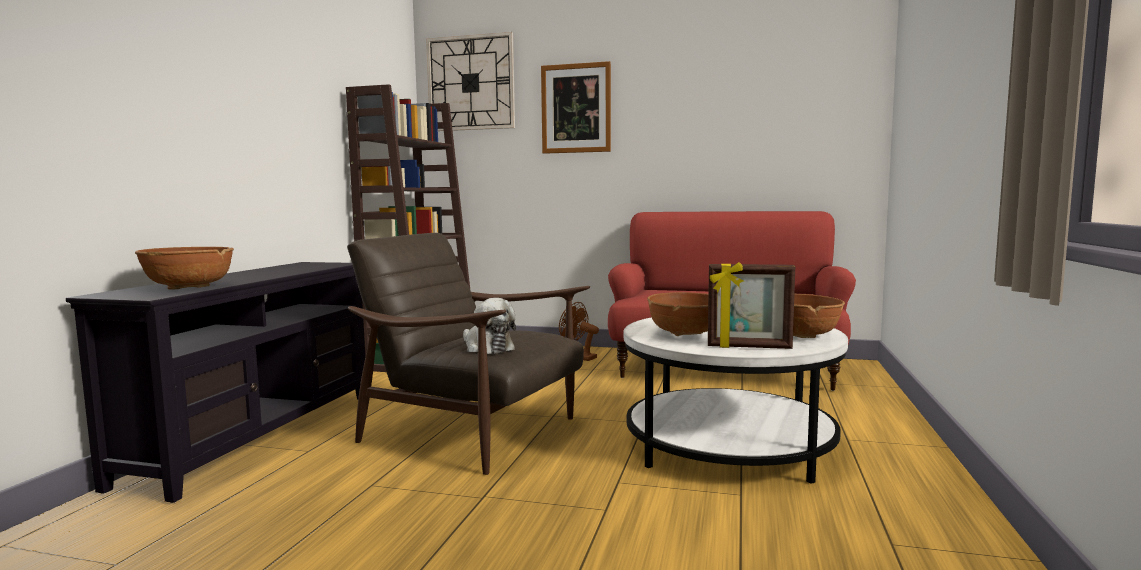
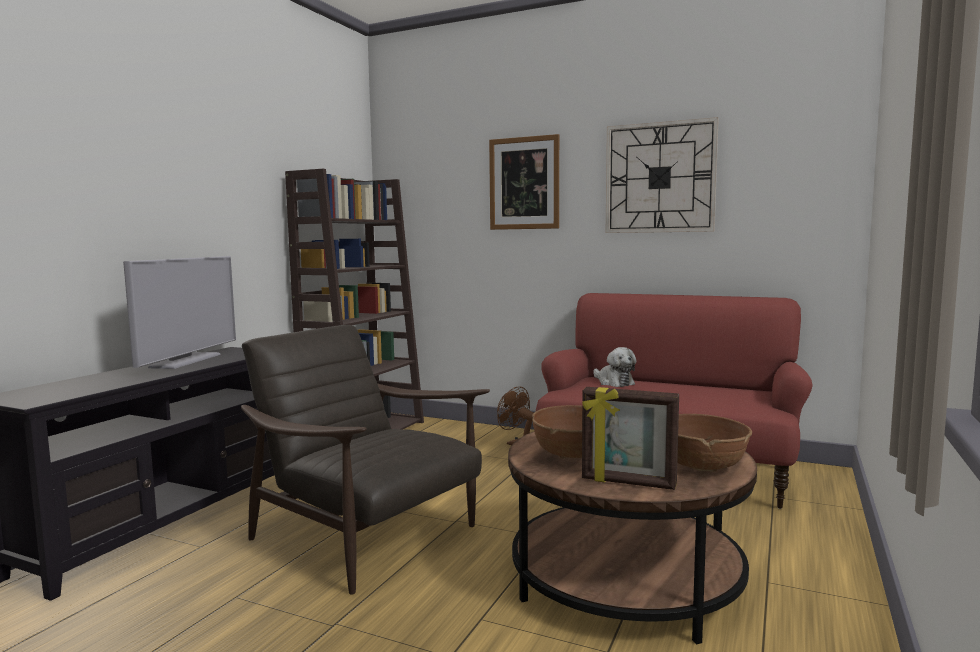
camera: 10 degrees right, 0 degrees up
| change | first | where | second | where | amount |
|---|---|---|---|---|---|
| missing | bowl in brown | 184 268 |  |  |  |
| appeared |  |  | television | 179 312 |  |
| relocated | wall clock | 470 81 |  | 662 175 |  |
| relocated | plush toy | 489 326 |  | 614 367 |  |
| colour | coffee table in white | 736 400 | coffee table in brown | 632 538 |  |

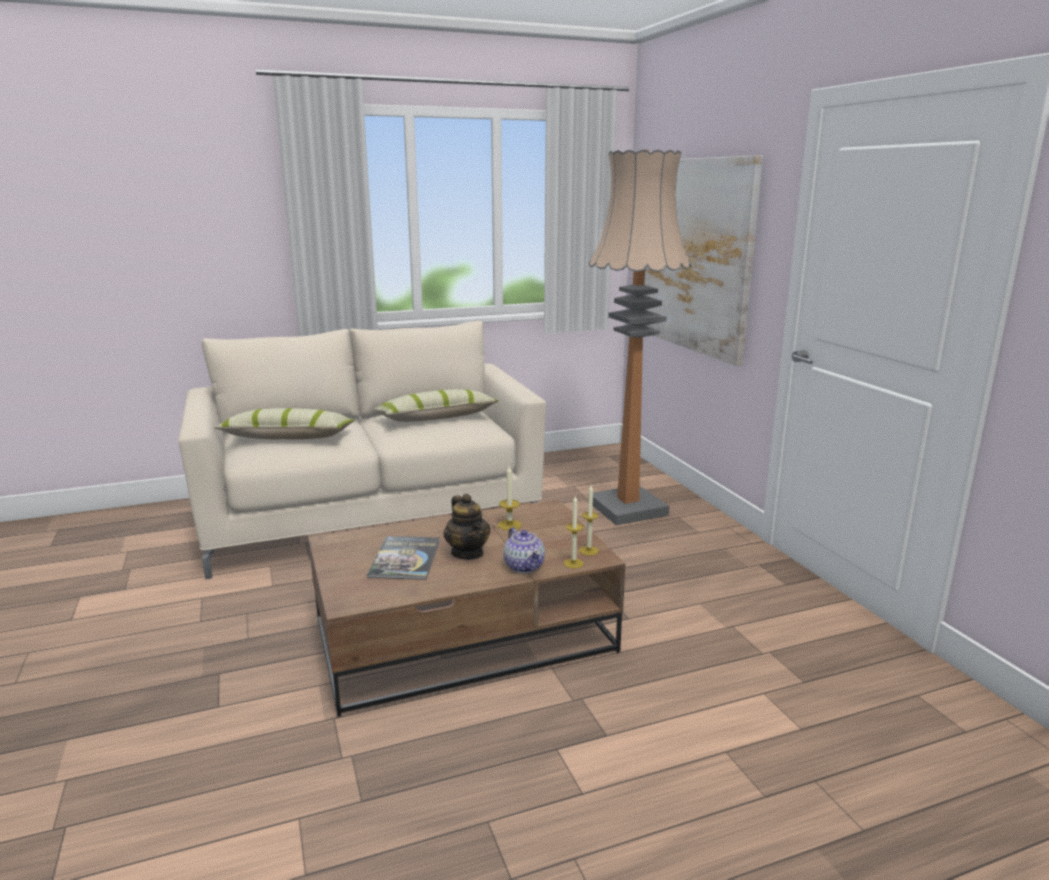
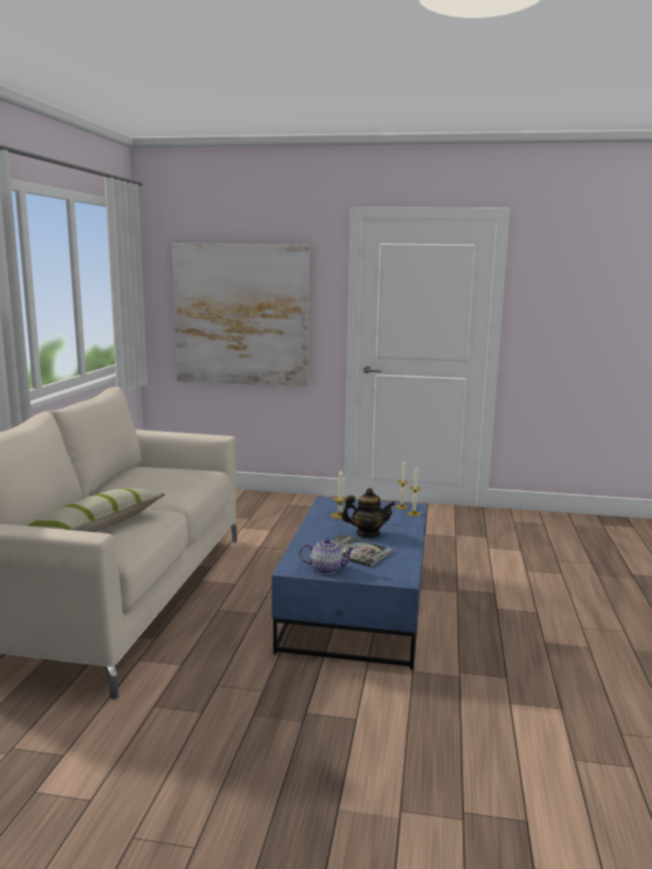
camera: 60 degrees left, 5 degrees down
| change | first | where | second | where | amount |
|---|---|---|---|---|---|
| missing | pillow | 436 405 |  |  |  |
| missing | floor lamp | 640 337 |  |  |  |
| relocated | teapot | 524 550 |  | 327 556 |  |
| colour | coffee table in brown | 466 608 | coffee table in blue | 349 582 |  |

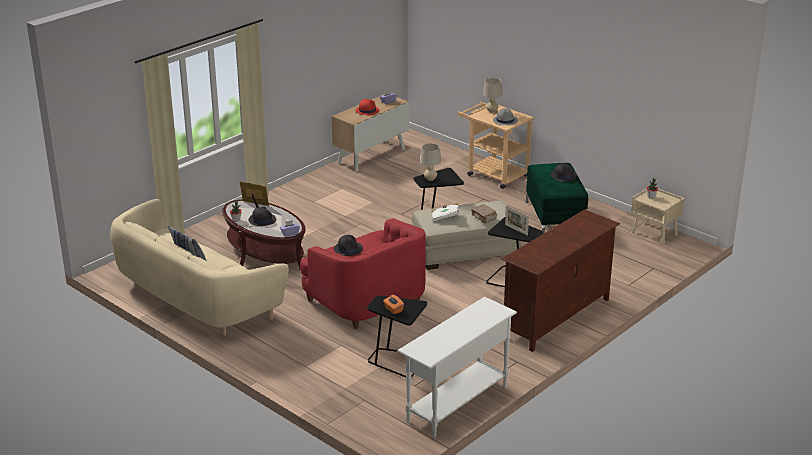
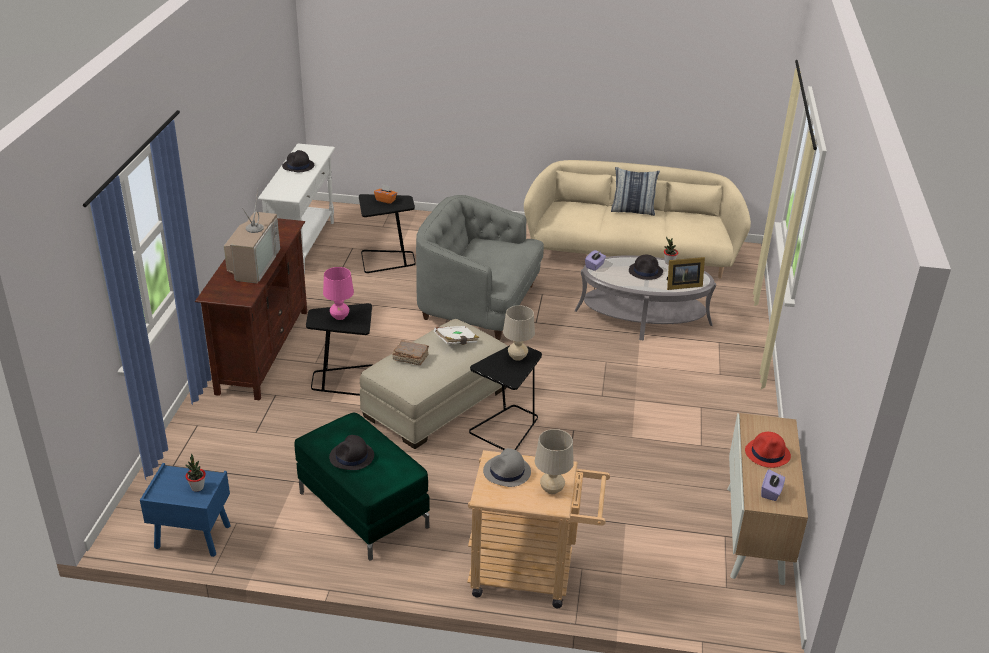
camera: 145 degrees right, 5 degrees up
| change | first | where | second | where | amount |
|---|---|---|---|---|---|
| appeared |  |  | television | 252 236 |  |
| relocated | hat in black | 348 245 |  | 298 161 |  |
| exchanged | picture frame | 517 221 | table lamp in pink | 338 293 |  |
| colour | coffee table in brown | 264 235 | coffee table in grey | 645 298 |  |
| colour | armchair in red | 363 273 | armchair in grey | 480 268 |  |
| colour | nightstand in beige | 658 216 | nightstand in blue | 185 510 |  |

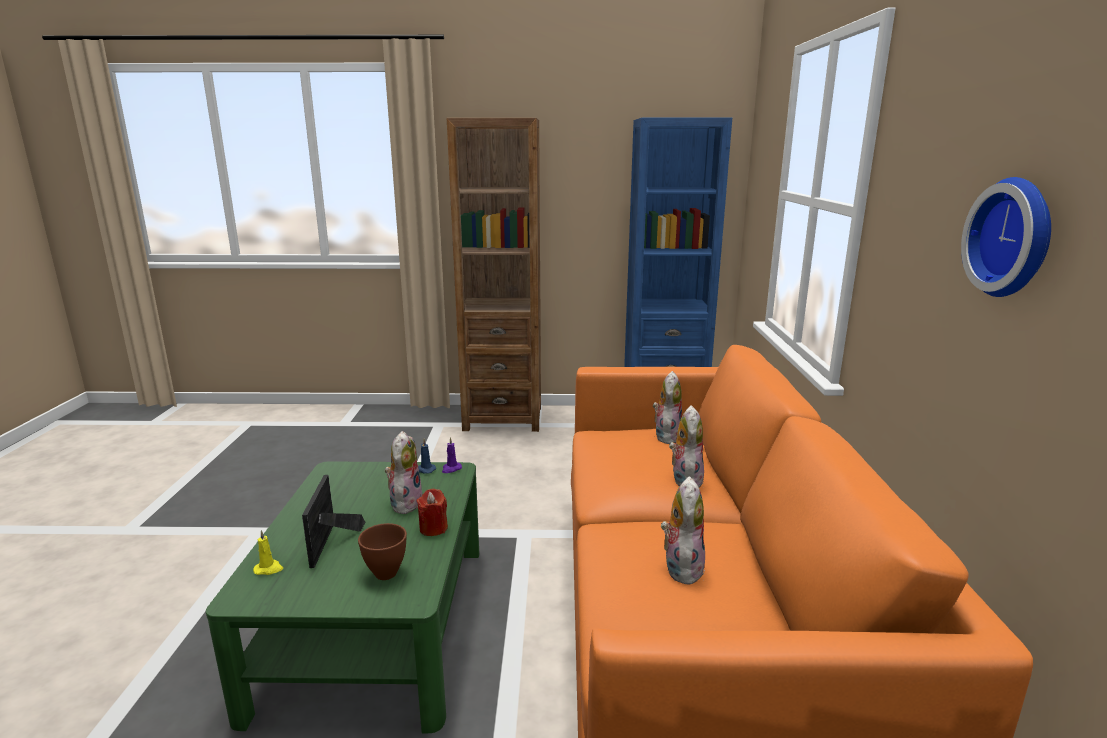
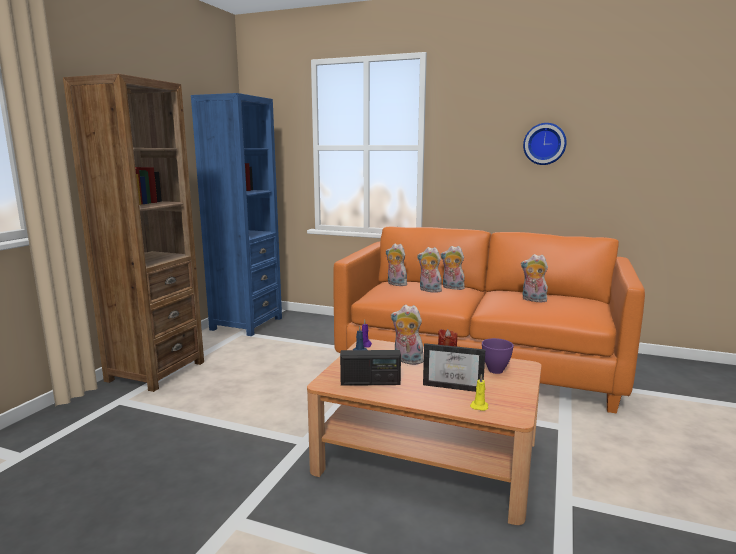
camera: 70 degrees left, 5 degrees down
| change | first | where | second | where | amount |
|---|---|---|---|---|---|
| appeared |  |  | radio | 370 368 |  |
| appeared |  |  | plush toy | 429 270 |  |
| colour | coffee table in green | 342 597 | coffee table in brown | 424 432 |  |
| colour | bowl in brown | 382 551 | bowl in purple | 498 356 |  |

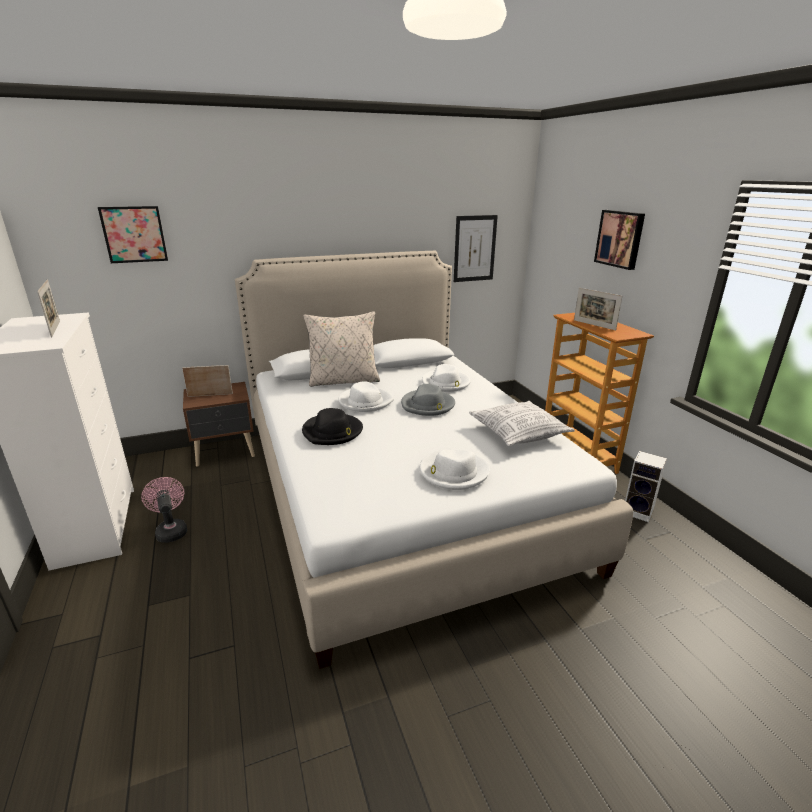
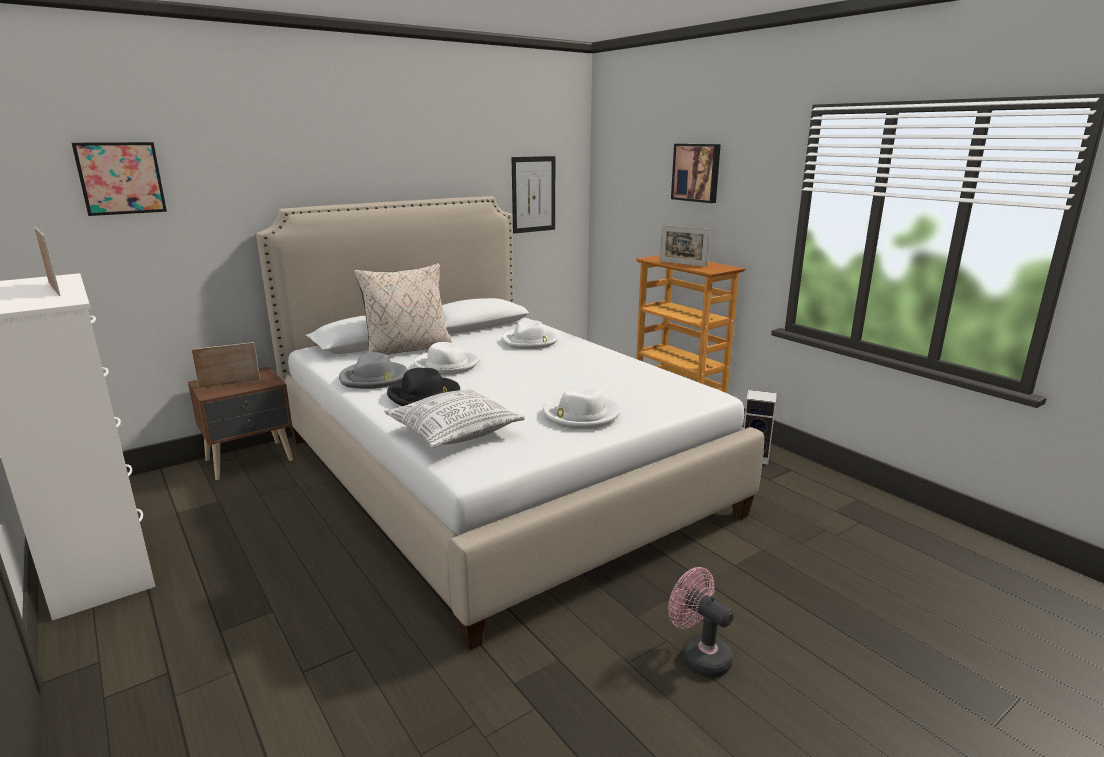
camera: 15 degrees left, 5 degrees down
| change | first | where | second | where | amount |
|---|---|---|---|---|---|
| relocated | fan in pink | 164 510 |  | 701 622 |  |
| relocated | hat in grey | 428 400 |  | 373 370 |  |
| relocated | pillow | 522 423 |  | 454 418 |  |

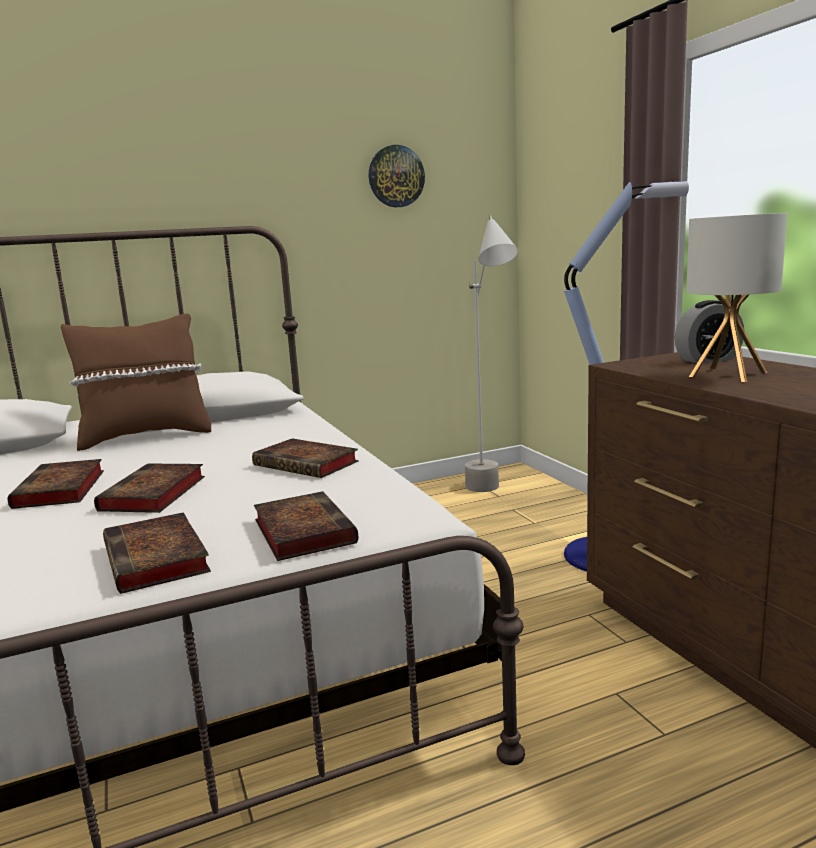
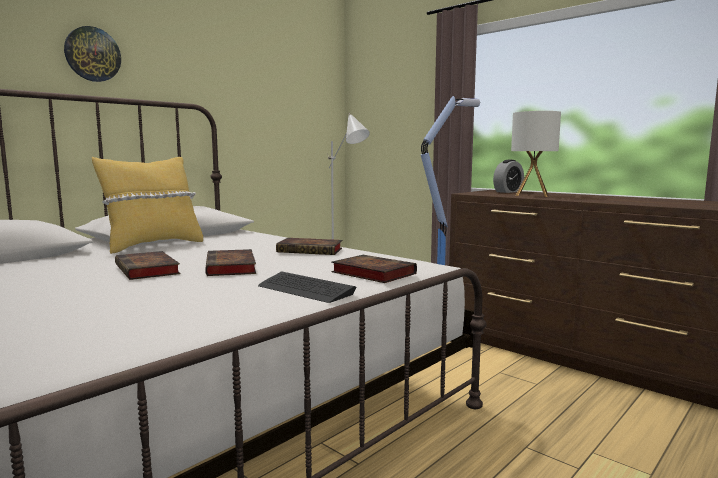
camera: 25 degrees left, 5 degrees down
| change | first | where | second | where | amount |
|---|---|---|---|---|---|
| relocated | wall clock | 397 176 |  | 92 54 |  |
| exchanged | book | 157 553 | keyboard | 307 287 |  |
| colour | pillow in brown | 136 382 | pillow in yellow | 147 205 |  |

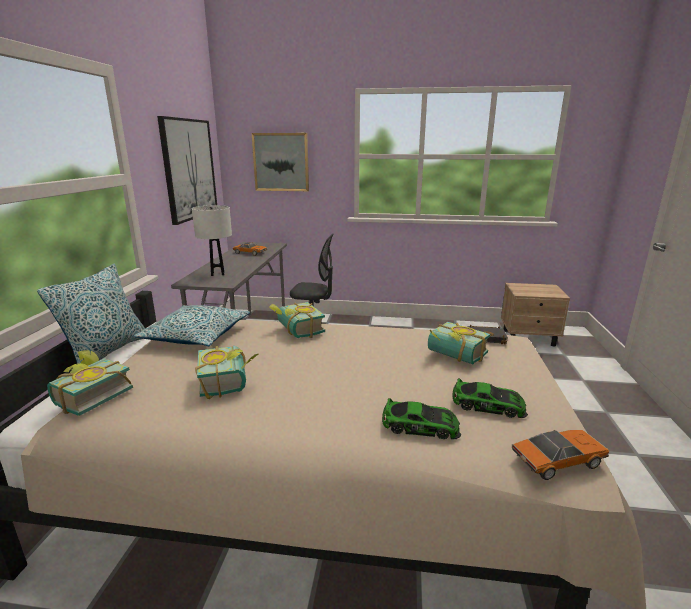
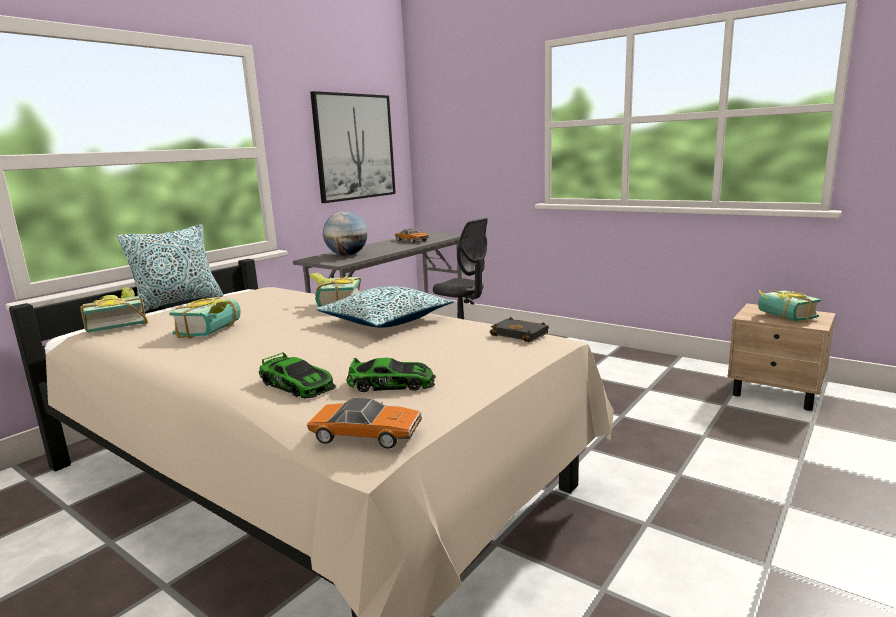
camera: 30 degrees right, 5 degrees down
| change | first | where | second | where | amount |
|---|---|---|---|---|---|
| missing | picture | 280 162 |  |  |  |
| relocated | pillow | 192 325 |  | 384 307 |  |
| relocated | book | 459 343 |  | 789 306 |  |
| exchanged | table lamp in white | 212 240 | globe | 345 233 |  |
| spun | toy car | 490 398 |  | 391 375 | 45 degrees counterclockwise |

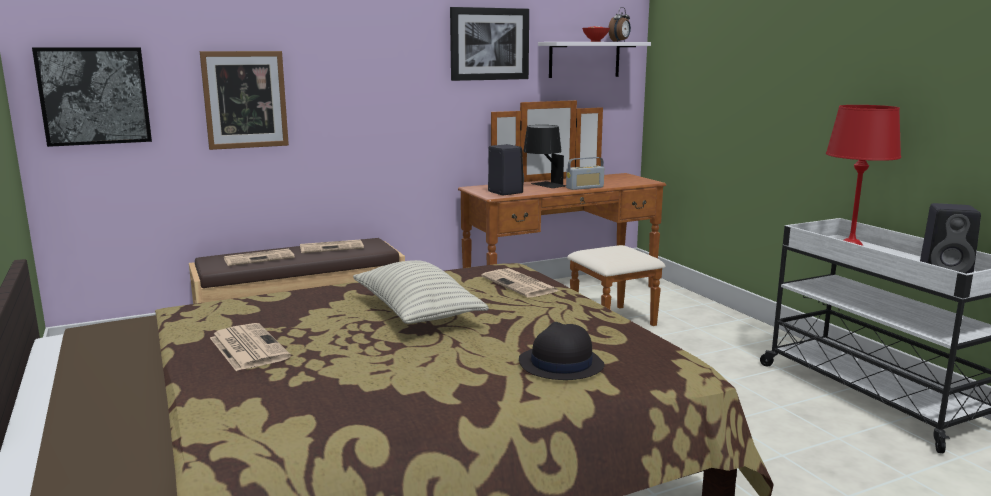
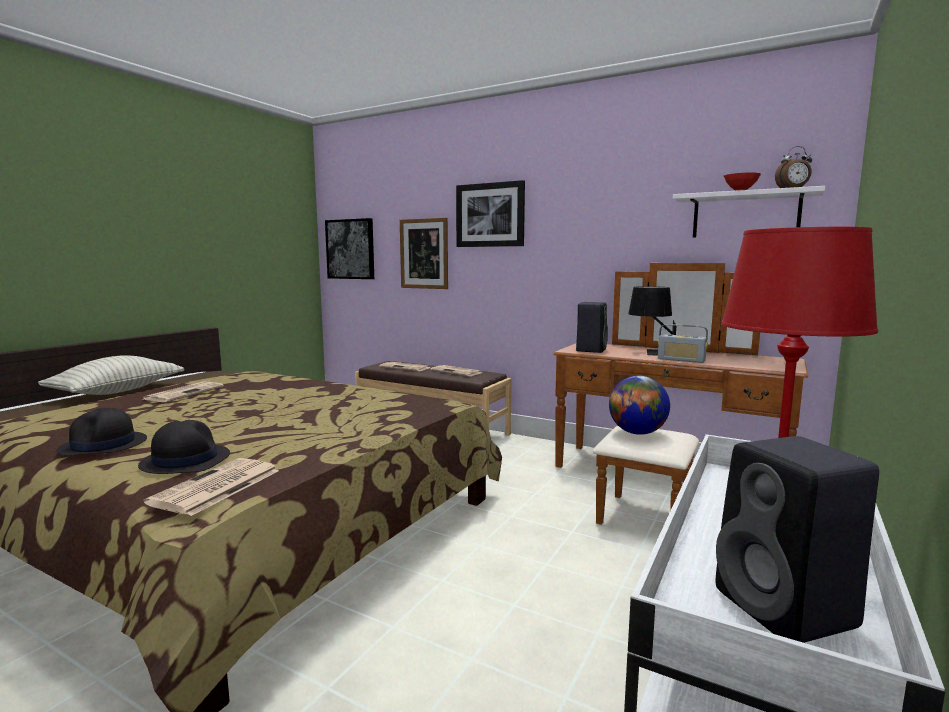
camera: 55 degrees right, 5 degrees down
| change | first | where | second | where | amount |
|---|---|---|---|---|---|
| appeared |  |  | hat in black | 101 432 |  |
| appeared |  |  | globe | 639 405 |  |
| relocated | pillow | 421 292 |  | 111 375 |  |
| relocated | picture | 489 44 |  | 490 213 |  |
| relocated | newspaper | 520 283 |  | 211 487 |  |

